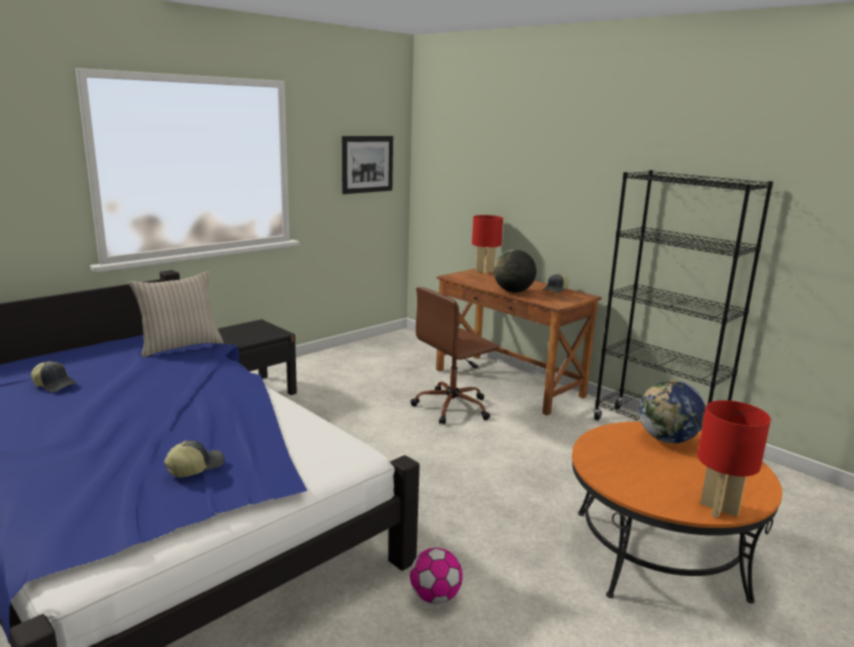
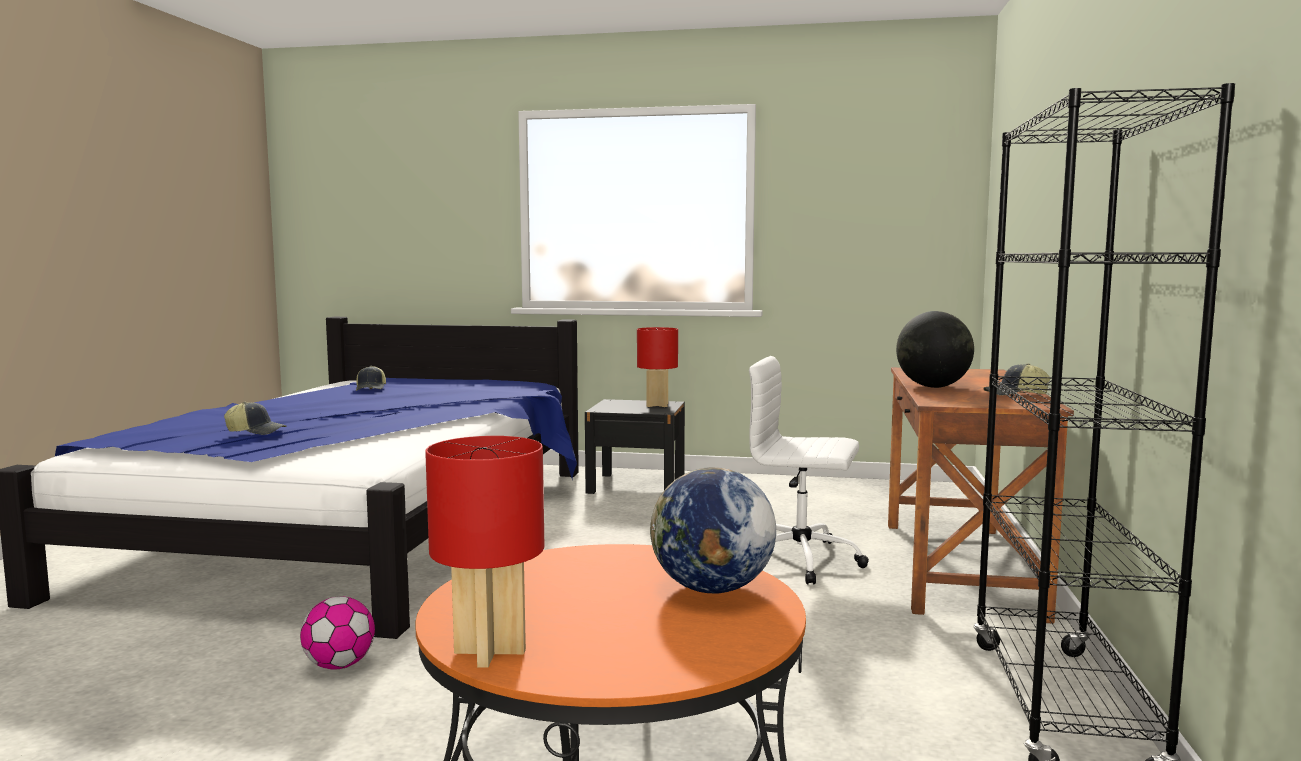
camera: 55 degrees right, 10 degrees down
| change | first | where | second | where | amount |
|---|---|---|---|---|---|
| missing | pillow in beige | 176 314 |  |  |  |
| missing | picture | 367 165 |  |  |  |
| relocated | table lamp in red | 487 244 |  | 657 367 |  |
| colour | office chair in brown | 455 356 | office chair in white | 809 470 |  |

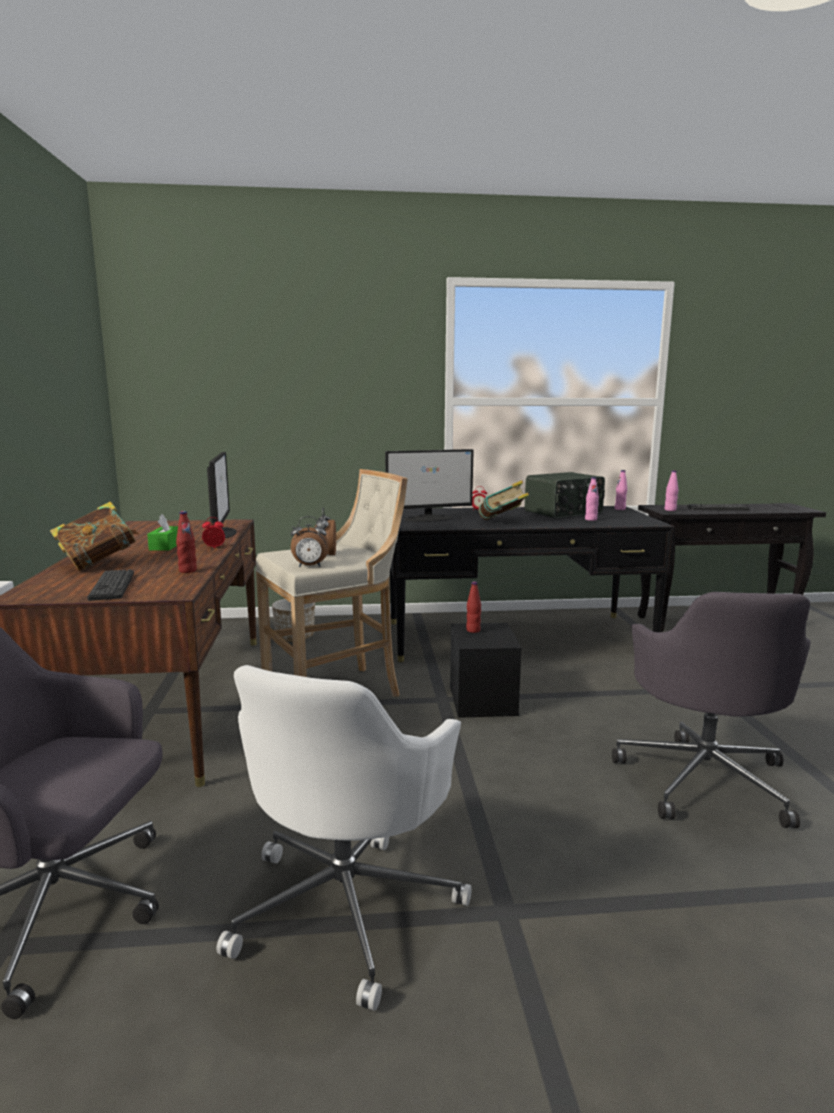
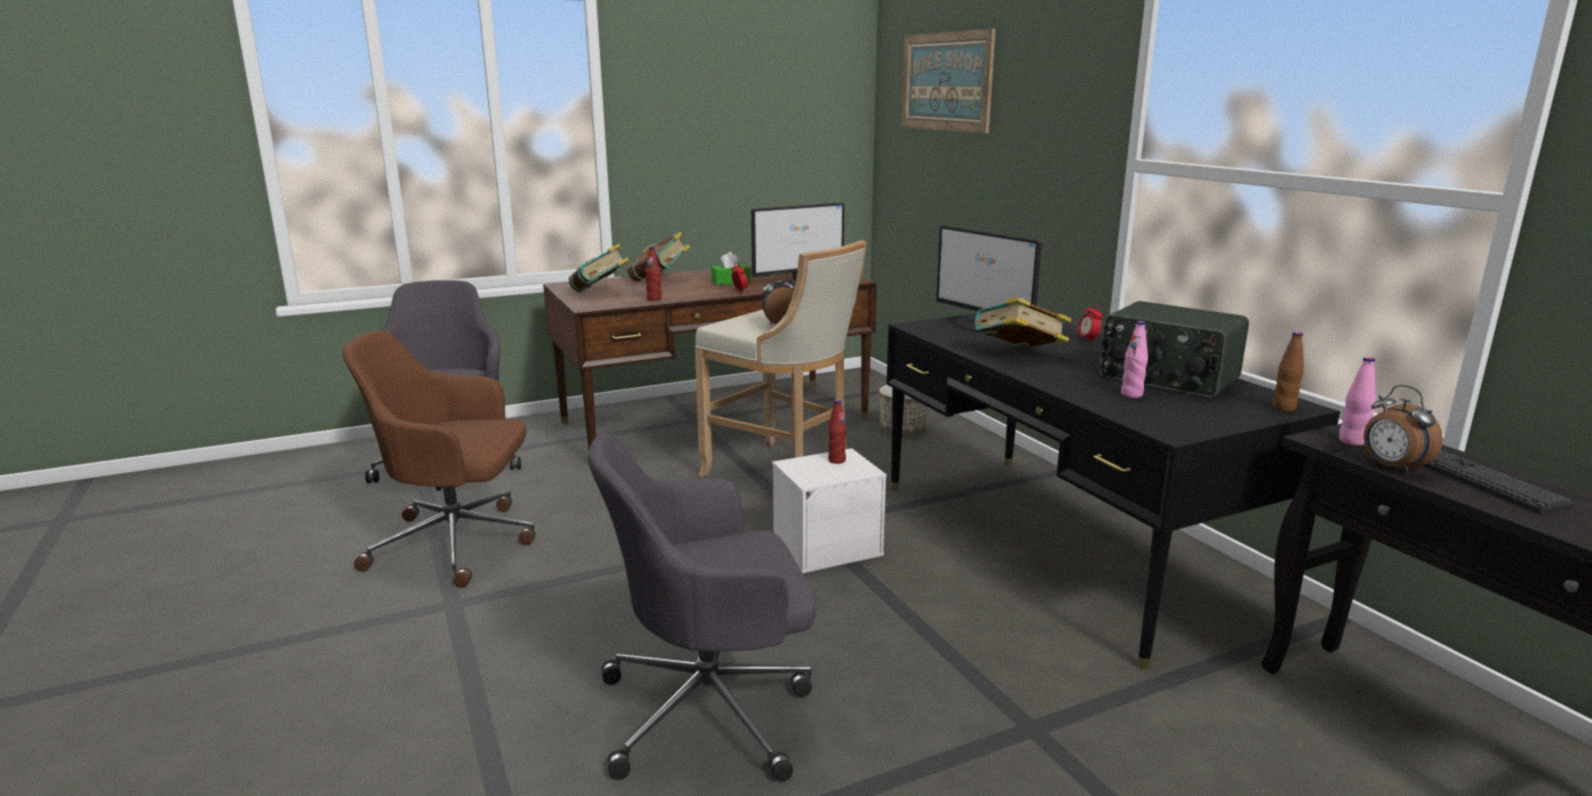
camera: 70 degrees right, 5 degrees up
| change | first | where | second | where | amount |
|---|---|---|---|---|---|
| appeared |  |  | picture | 949 81 |  |
| relocated | alarm clock | 310 541 |  | 1403 429 |  |
| exchanged | keyboard | 110 585 | book | 599 267 |  |
| colour | office chair in white | 344 838 | office chair in brown | 439 459 |  |
| colour | storage box in black | 486 670 | storage box in white | 829 510 |  |
| colour | bottle in pink | 621 490 | bottle in brown | 1288 372 |  |

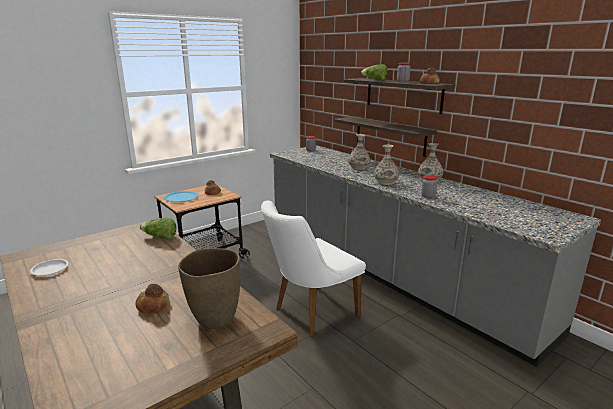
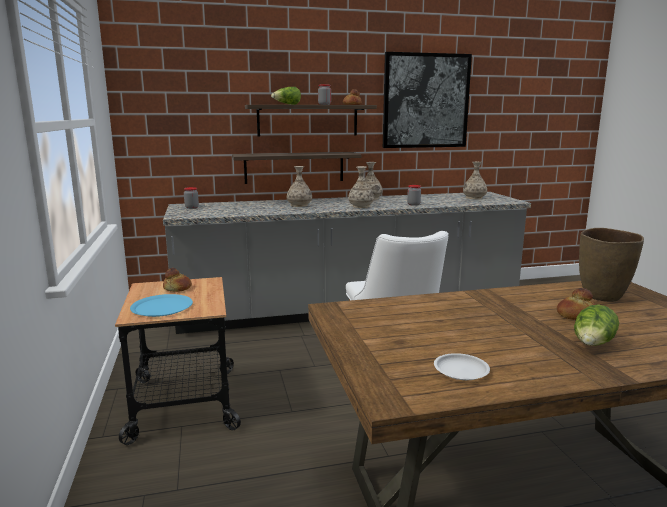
camera: 65 degrees left, 5 degrees down
| change | first | where | second | where | amount |
|---|---|---|---|---|---|
| appeared |  |  | picture | 427 100 |  |
| appeared |  |  | vase | 475 180 |  |
| relocated | lettuce | 158 228 |  | 596 325 |  |

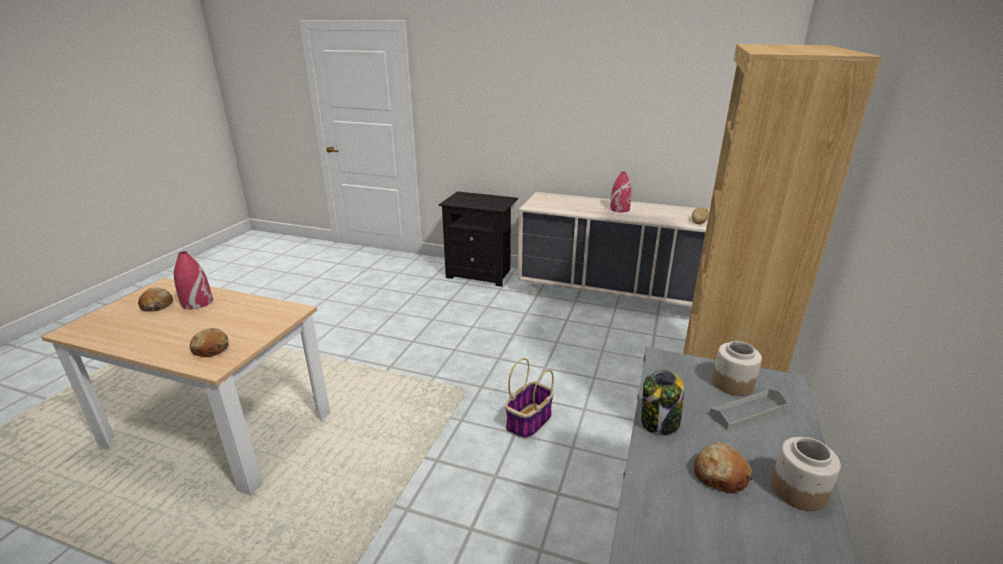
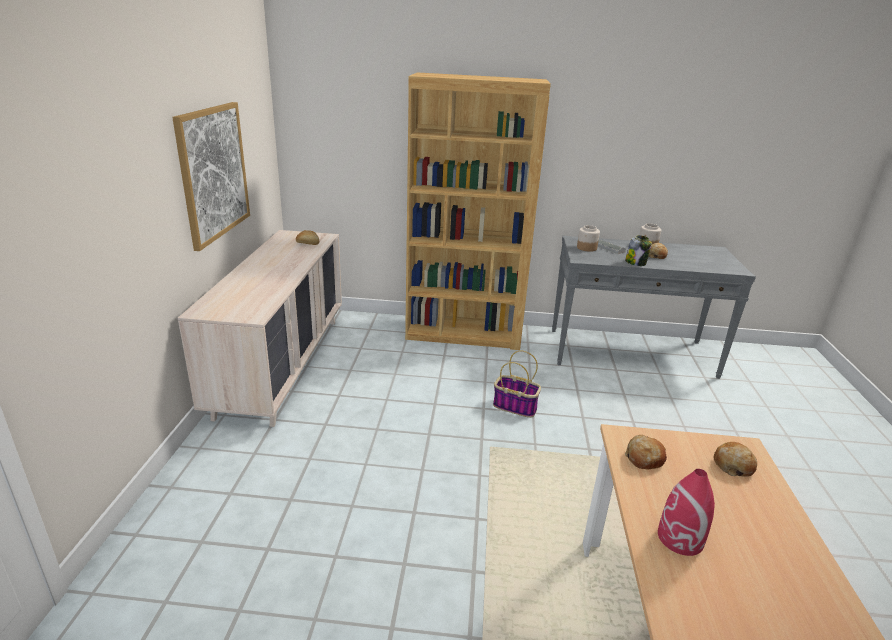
camera: 105 degrees left, 0 degrees up
| change | first | where | second | where | amount |
|---|---|---|---|---|---|
| missing | nightstand in black | 478 239 |  |  |  |
| missing | vase in red | 620 192 |  |  |  |
| appeared |  |  | picture | 211 176 |  |
| relocated | bread | 155 300 |  | 646 452 |  |

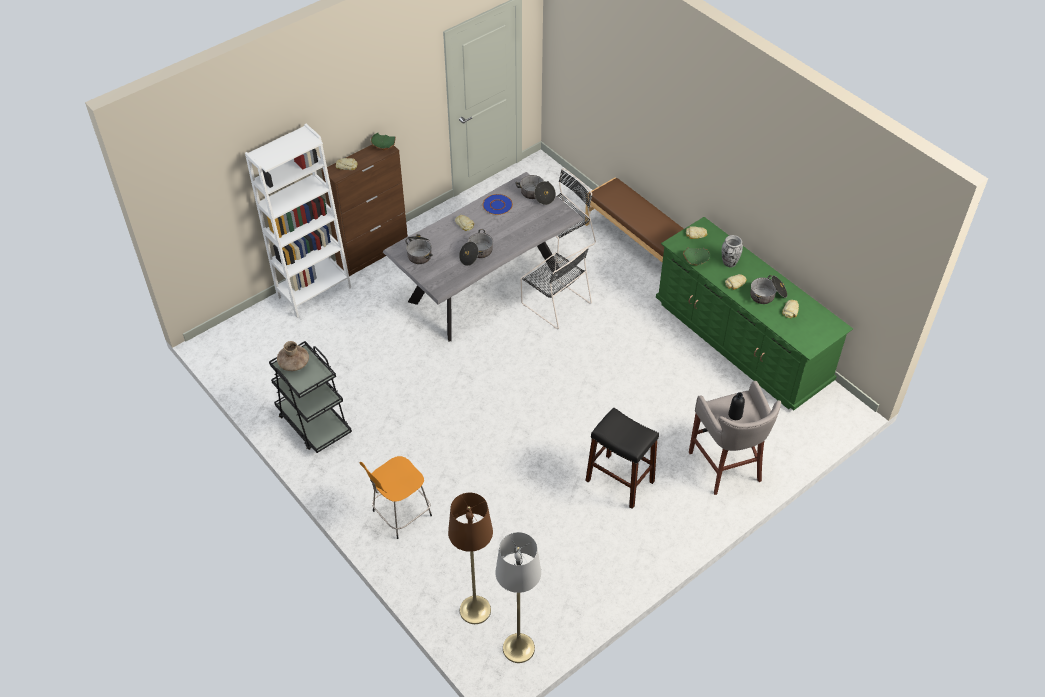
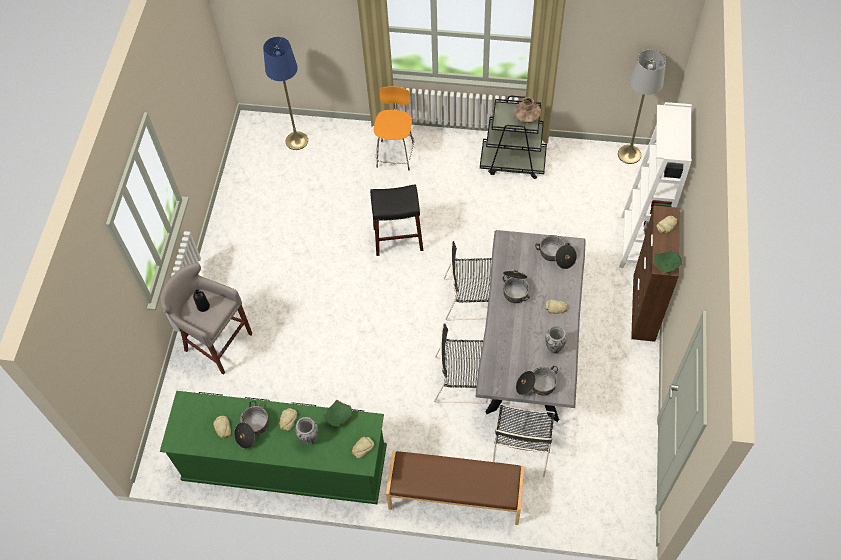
camera: 140 degrees right, 10 degrees up
| change | first | where | second | where | amount |
|---|---|---|---|---|---|
| appeared |  |  | chair in black | 468 281 |  |
| relocated | floor lamp in grey | 518 597 |  | 642 107 |  |
| relocated | stool in black | 622 458 |  | 396 220 |  |
| exchanged | plate in blue | 498 204 | vase | 556 339 |  |
| colour | floor lamp in brown | 470 558 | floor lamp in blue | 285 93 |  |

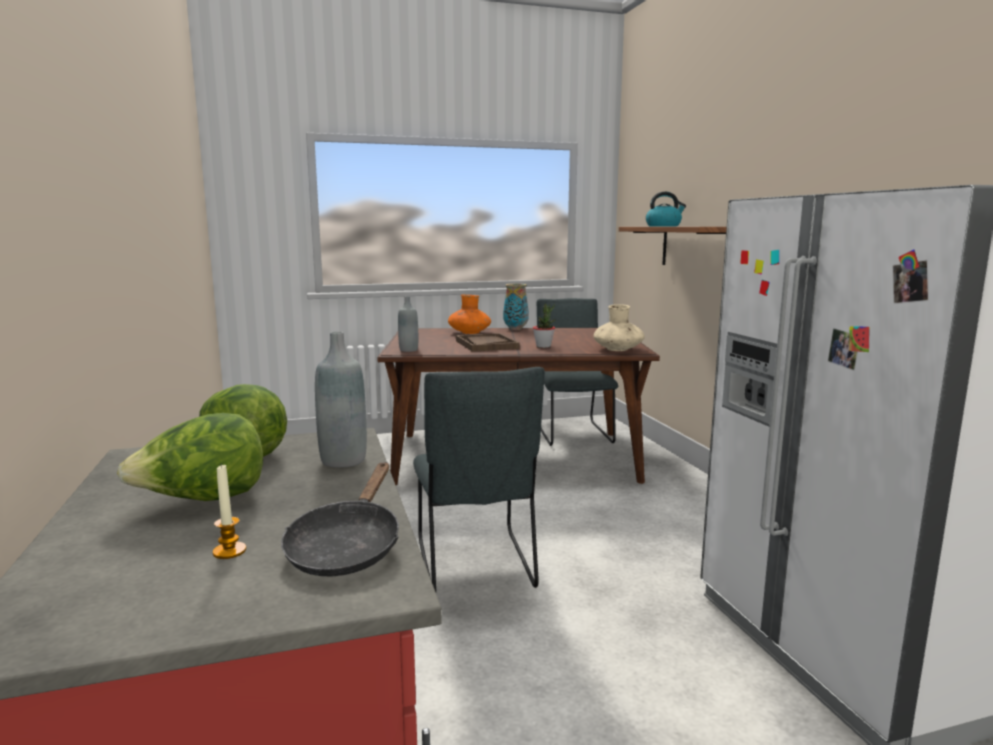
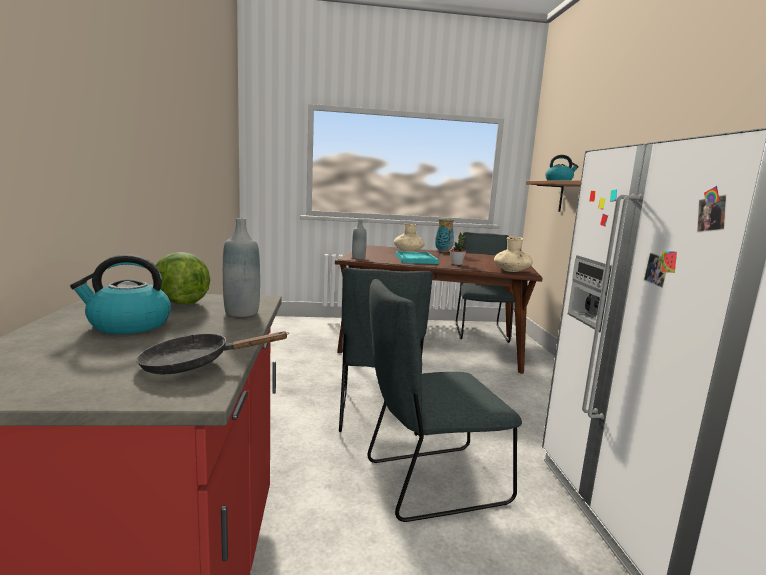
camera: 10 degrees right, 0 degrees up
| change | first | where | second | where | amount |
|---|---|---|---|---|---|
| missing | candle | 229 512 |  |  |  |
| appeared |  |  | chair in grey | 444 400 |  |
| exchanged | lettuce | 190 457 | kettle | 120 294 |  |
| colour | vase in orange | 469 314 | vase in beige | 409 237 |  |
| colour | tray in brown | 488 342 | tray in turquoise | 416 257 |  |
| spun | frying pan in black | 340 519 |  | 212 353 | 60 degrees clockwise |

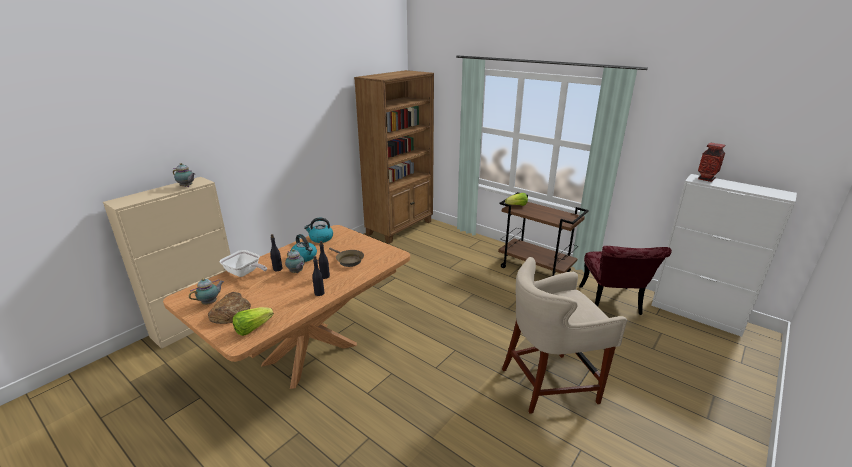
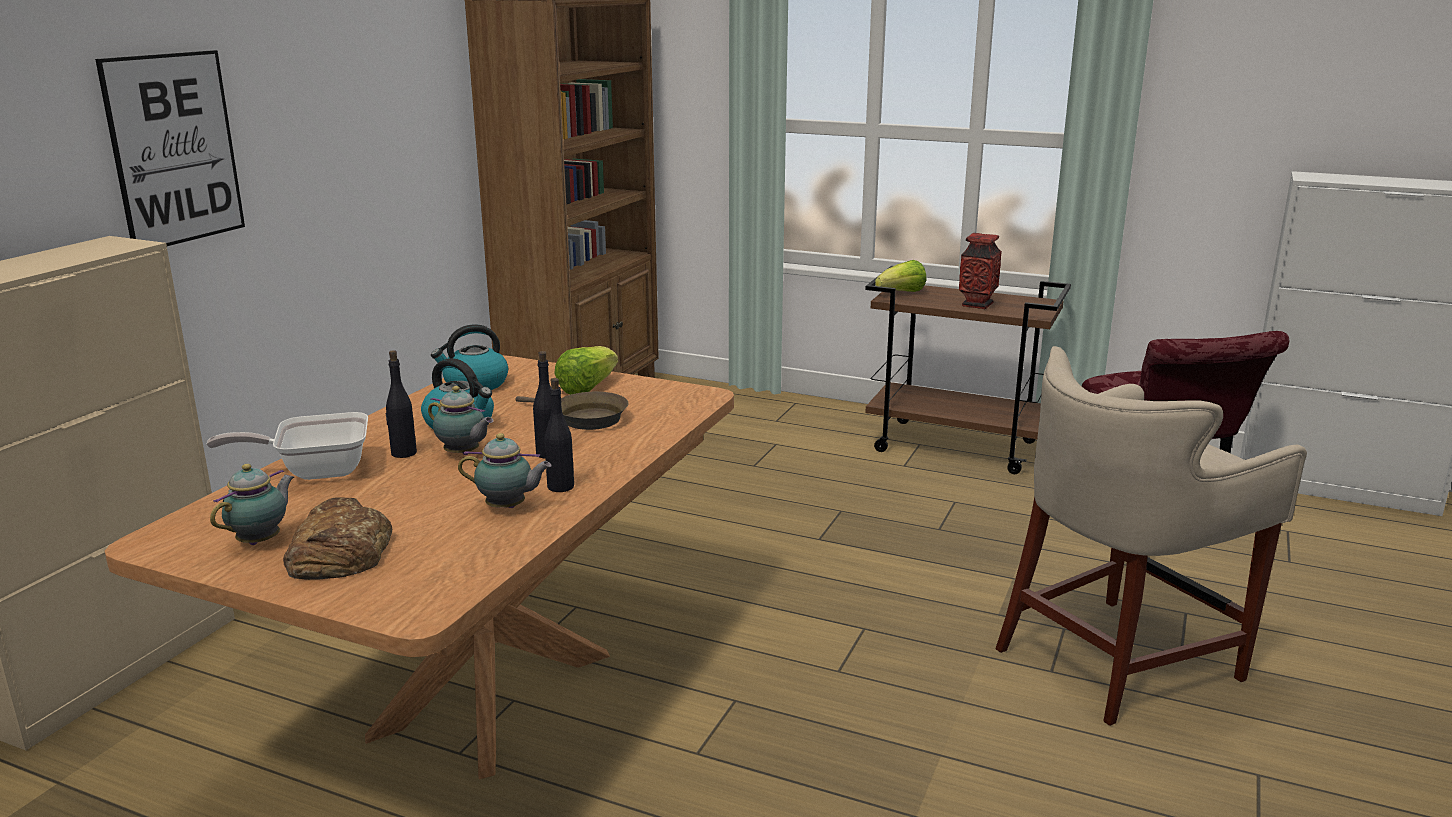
camera: 15 degrees left, 5 degrees down
| change | first | where | second | where | amount |
|---|---|---|---|---|---|
| appeared |  |  | picture | 170 148 |  |
| relocated | teapot | 184 175 |  | 505 470 |  |
| relocated | lettuce | 253 321 |  | 586 370 |  |
| relocated | vase | 712 162 |  | 980 271 |  |
| spun | frying pan | 243 263 |  | 287 446 | 150 degrees clockwise |

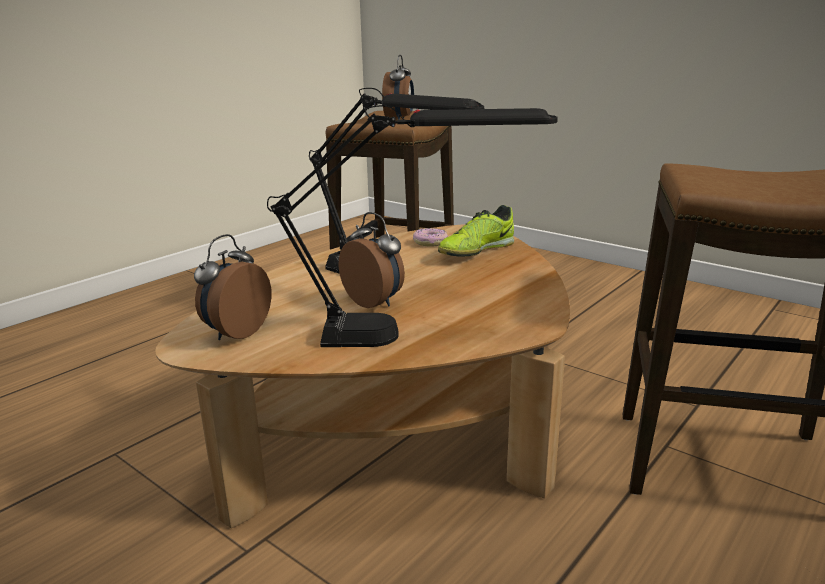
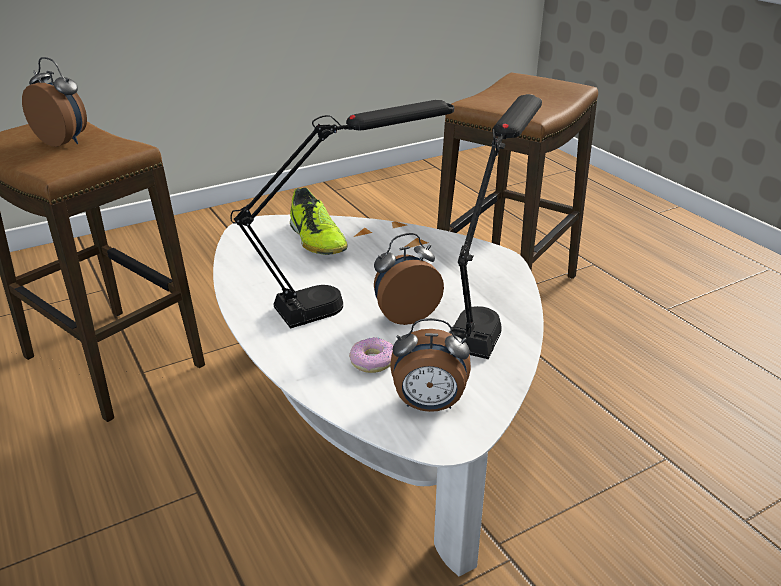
camera: 70 degrees left, 10 degrees up
| change | first | where | second | where | amount |
|---|---|---|---|---|---|
| relocated | donut | 430 237 |  | 371 355 |  |
| colour | coffee table in brown | 362 376 | coffee table in white | 378 395 |  |
| spun | alarm clock | 232 287 |  | 430 365 | 45 degrees counterclockwise |

